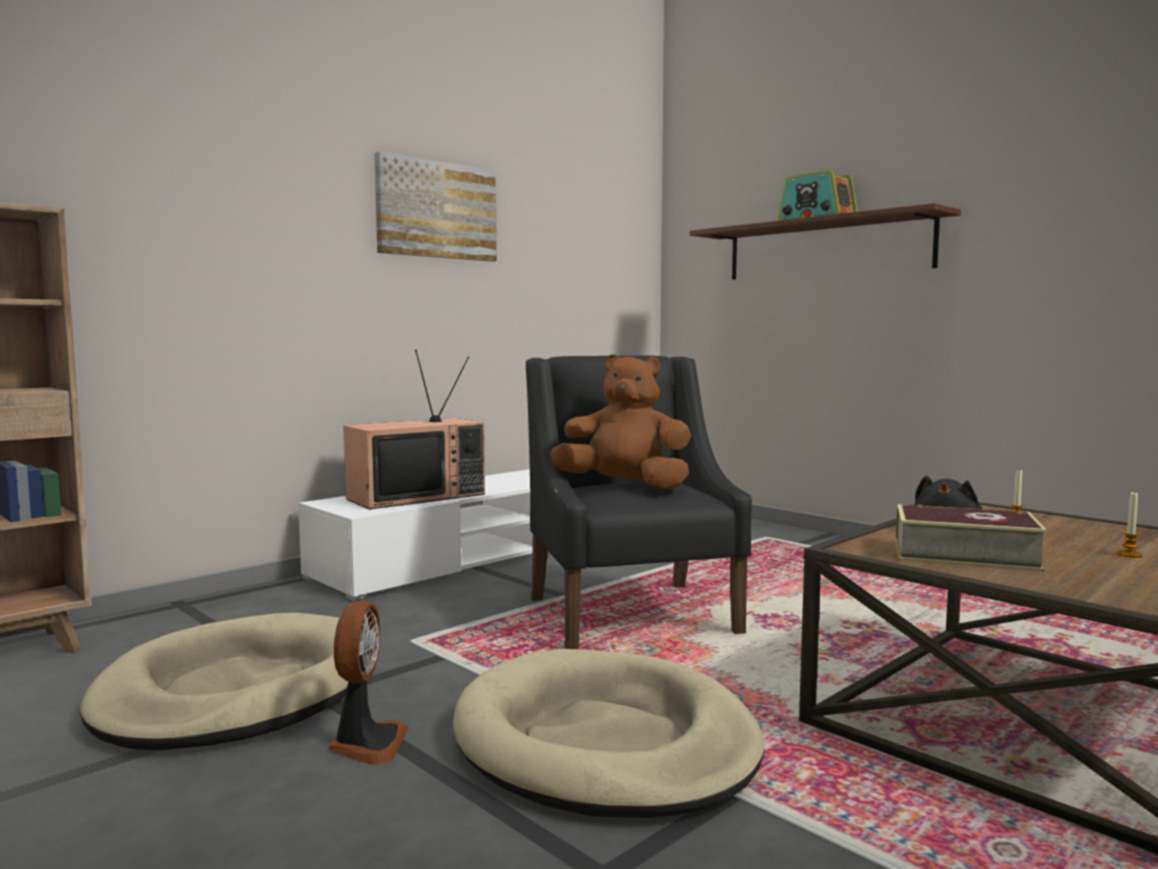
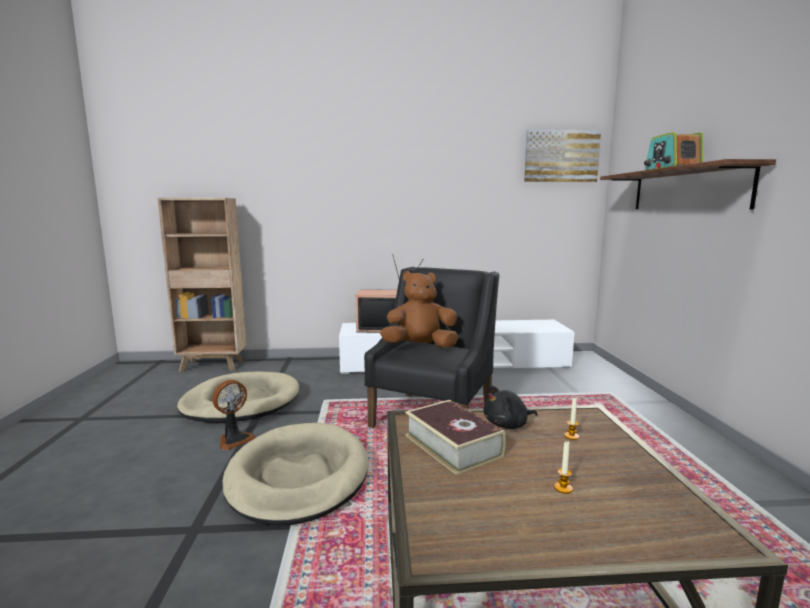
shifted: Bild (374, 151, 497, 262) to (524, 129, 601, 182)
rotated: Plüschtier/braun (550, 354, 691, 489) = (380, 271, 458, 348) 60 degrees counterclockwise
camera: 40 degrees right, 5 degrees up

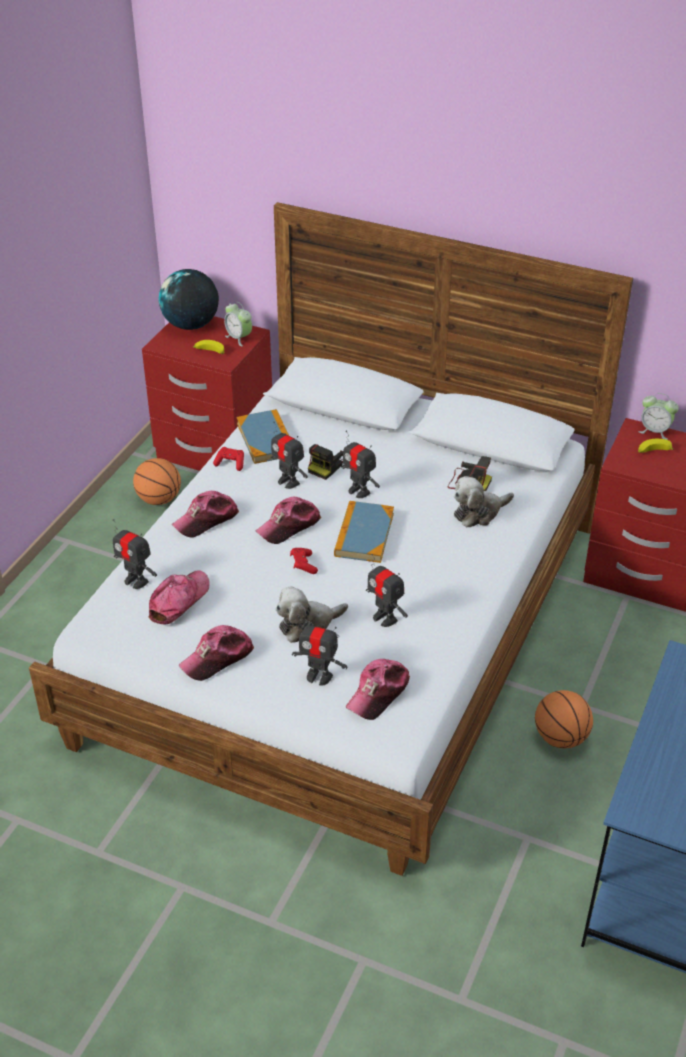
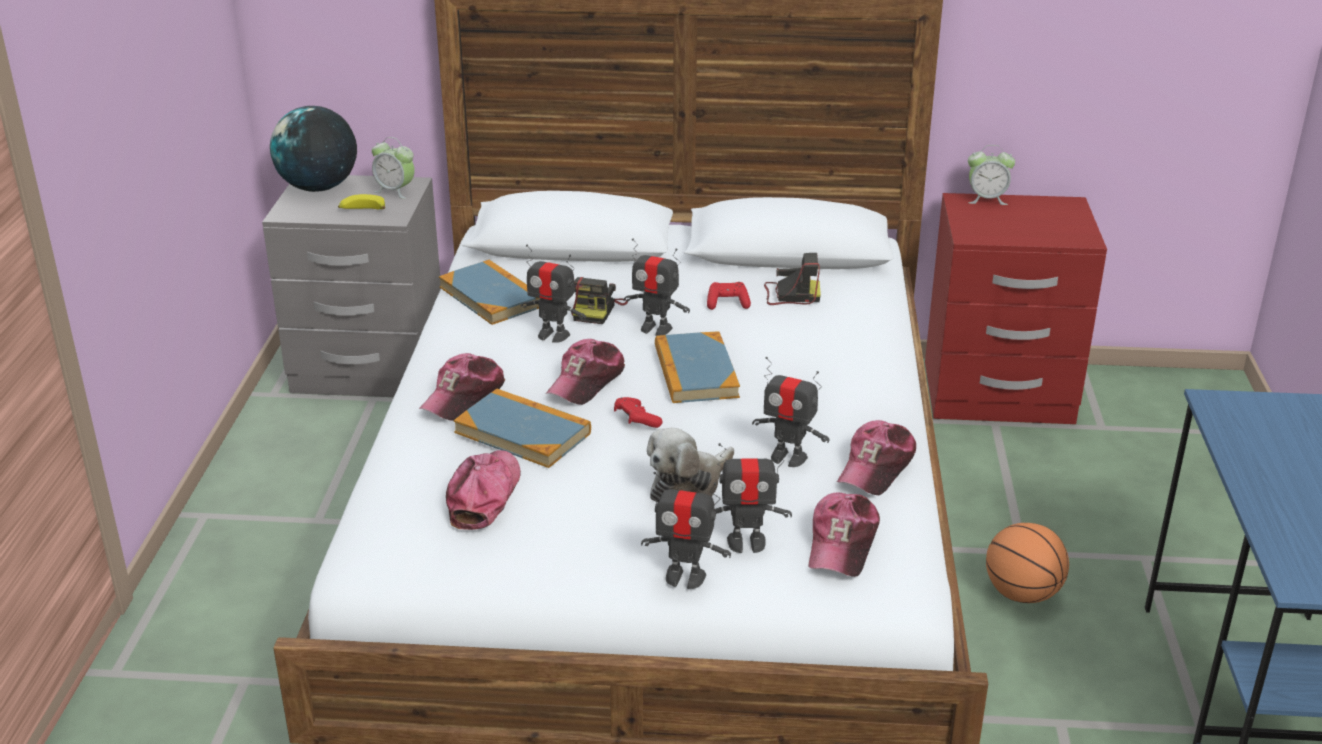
gone: Basketball (133, 458, 181, 505); Plüschtier (454, 476, 514, 527); Banane (638, 439, 674, 453)
new: Buch (453, 389, 591, 468)
shifted: Spielzeugroboter (113, 519, 157, 589) to (641, 472, 731, 589); Kappe (179, 625, 254, 681) to (837, 420, 916, 495); Gamepad/rot (213, 447, 244, 471) to (707, 282, 751, 310)
repainted: Nachttisch/rot (142, 316, 272, 471) to Nachttisch/grau (262, 175, 441, 397)
camera: 20 degrees left, 10 degrees down

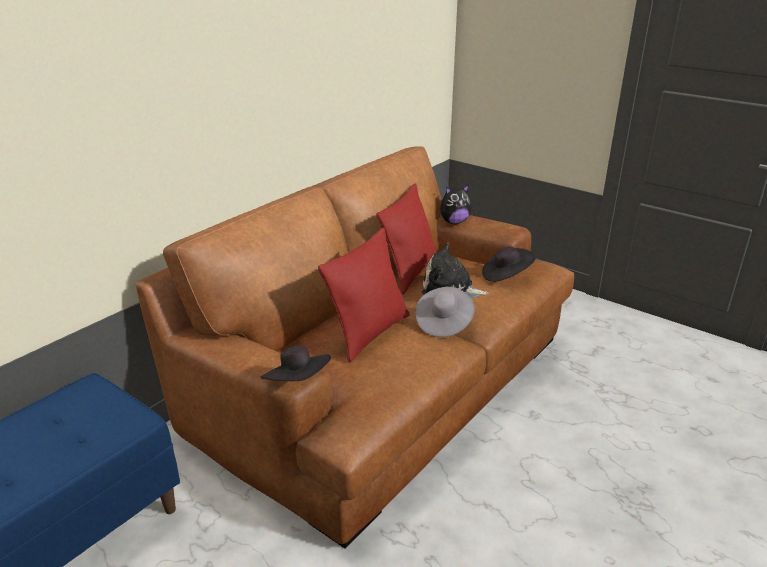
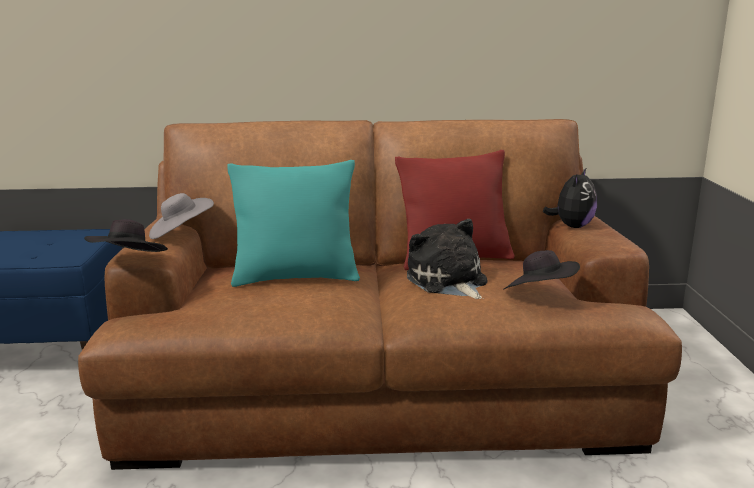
shifted: Hut/grau (416, 287, 475, 337) to (149, 193, 214, 239)
repainted: Kissen/rot (318, 228, 410, 363) to Kissen/türkis (227, 160, 360, 287)
rotated: Plüschtier (440, 184, 472, 224) = (543, 167, 597, 228) 90 degrees counterclockwise
camera: 50 degrees right, 10 degrees down

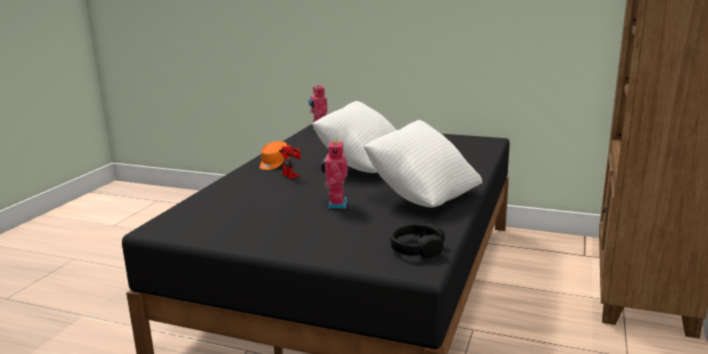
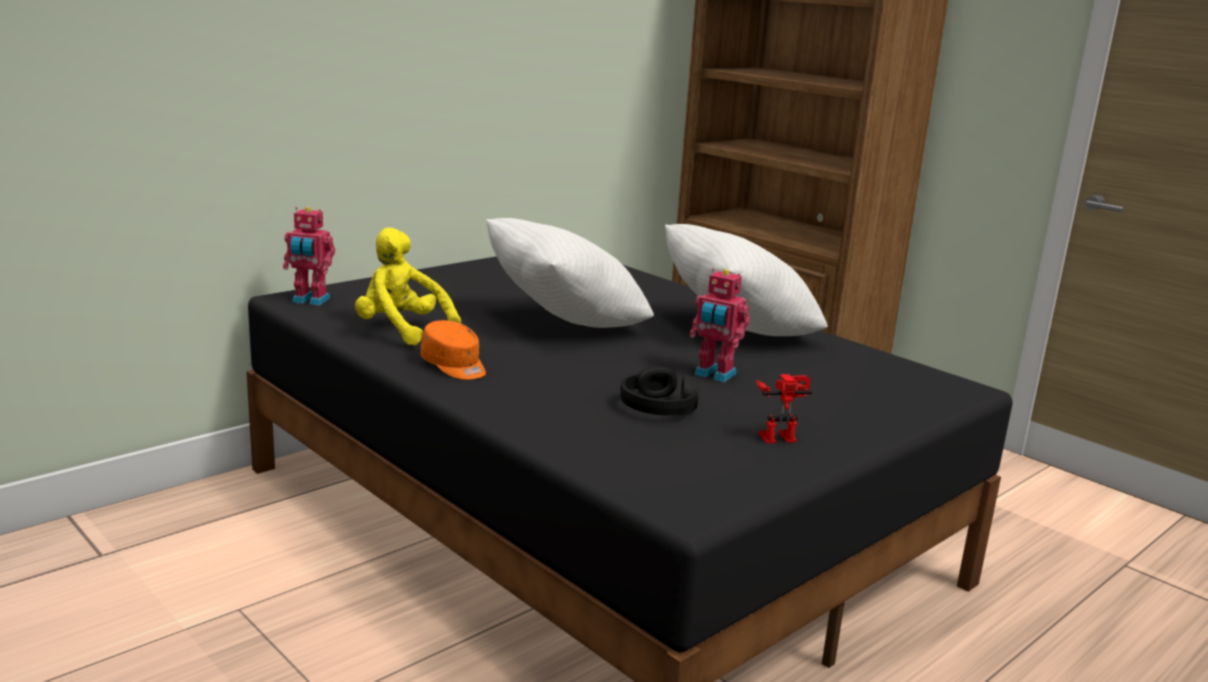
new: Plüschtier/gelb (355, 227, 461, 346)
shifted: Spielzeugroboter (279, 145, 301, 179) to (756, 374, 812, 443); Kopfhörer/schwarz (391, 223, 445, 258) to (621, 366, 699, 415)
camera: 65 degrees left, 0 degrees up

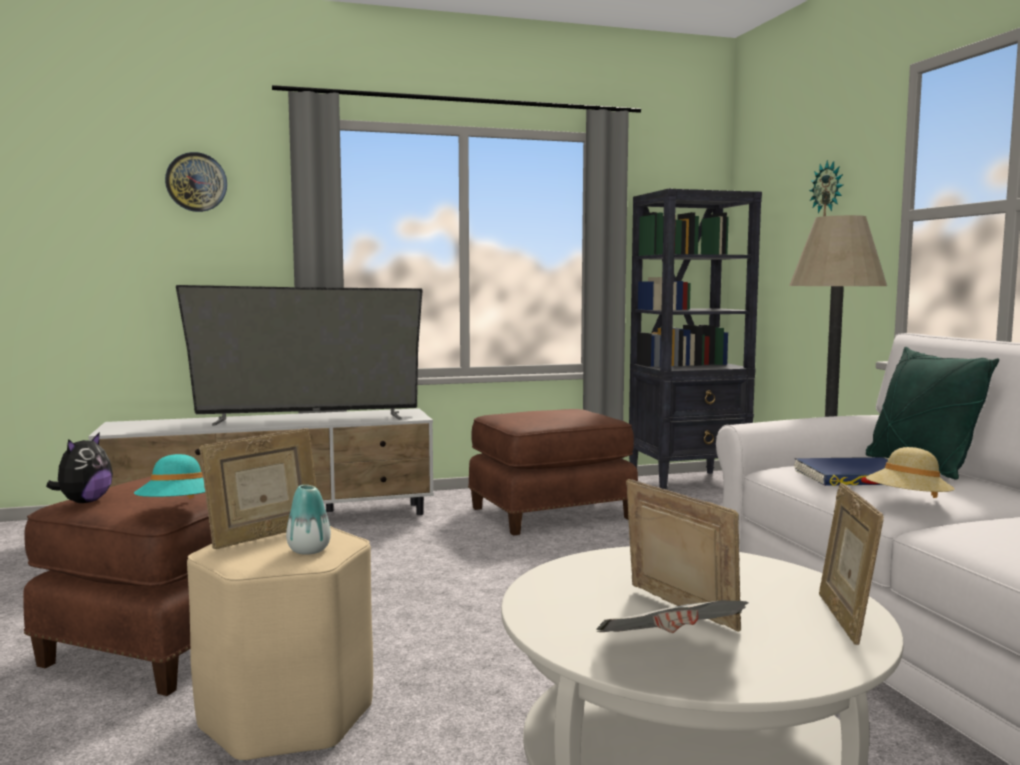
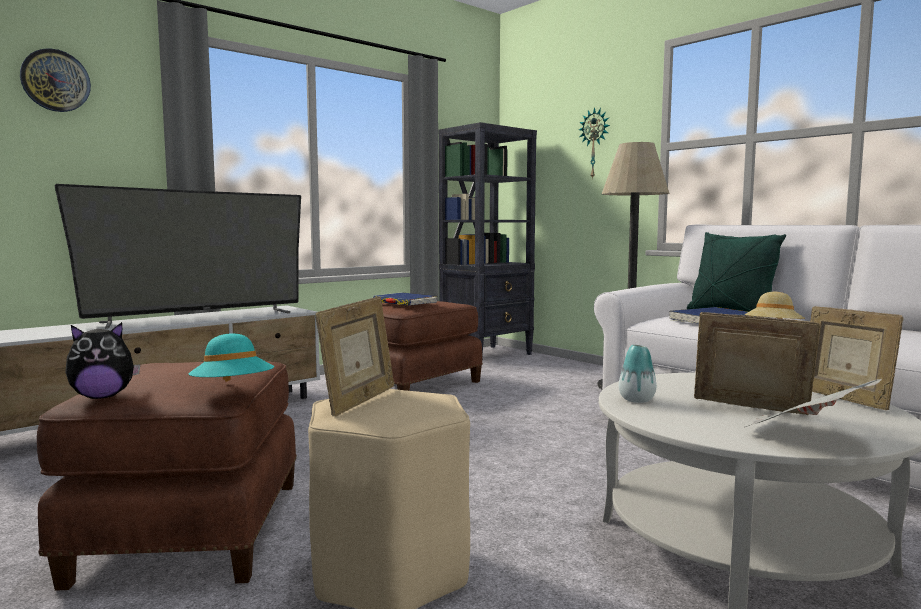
new: Buch/blau (373, 292, 437, 306)
shifted: Vase (286, 485, 331, 555) to (619, 345, 656, 403)
rotated: Plüschtier (46, 432, 113, 503) = (65, 322, 140, 399) 75 degrees clockwise
camera: 25 degrees left, 0 degrees up

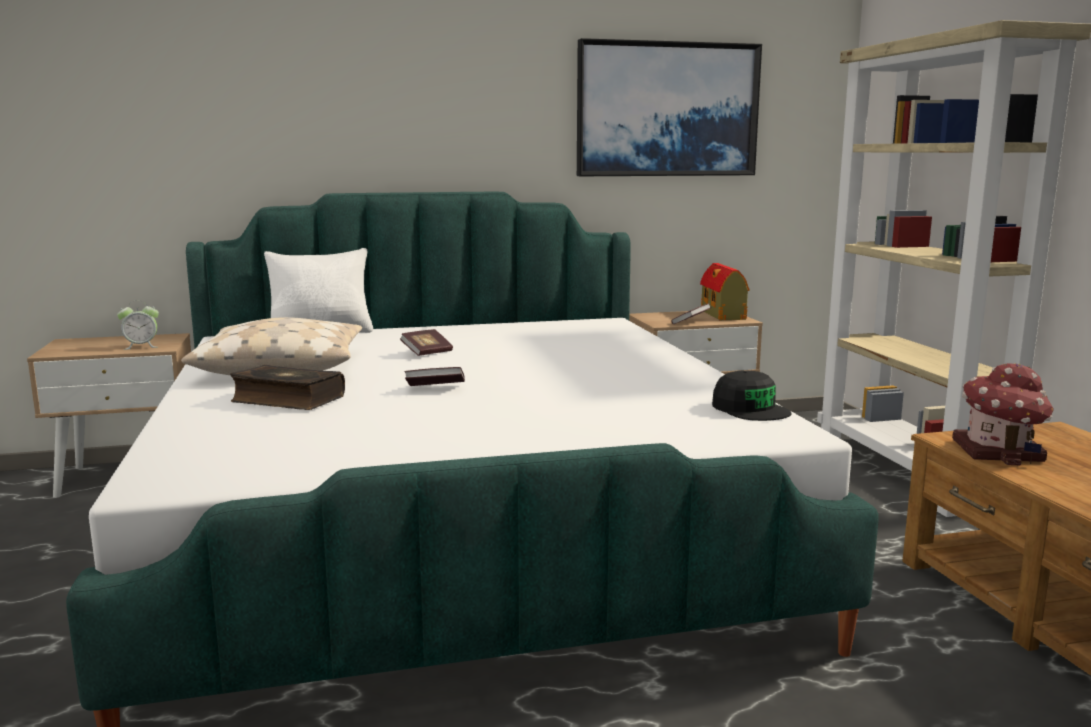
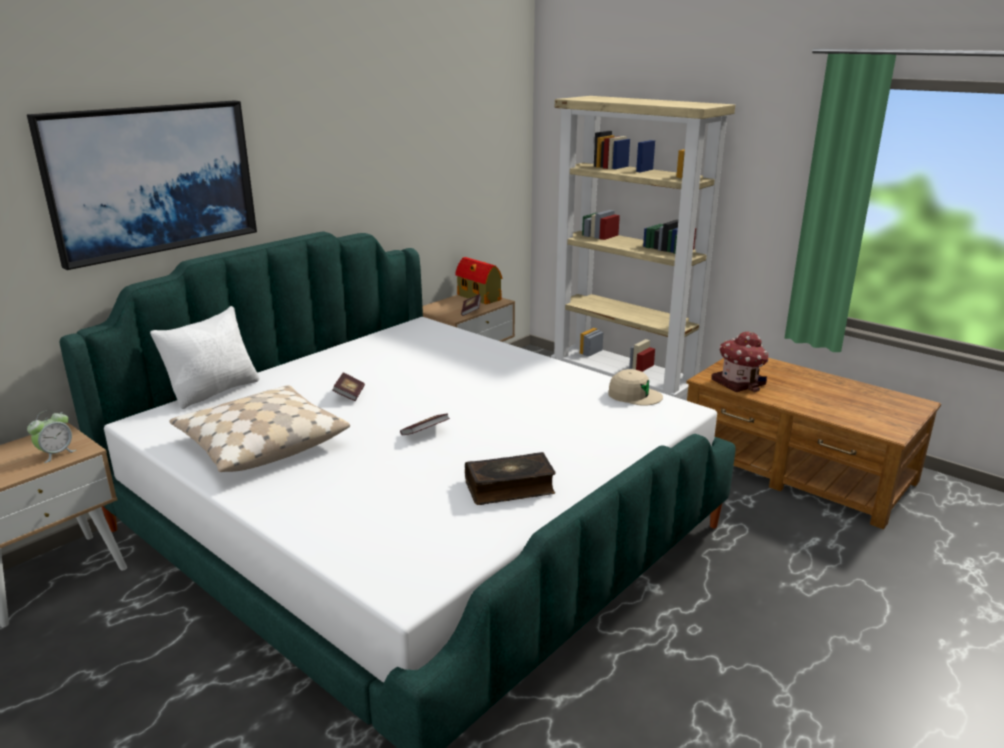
shifted: Buch (230, 365, 345, 410) to (465, 452, 556, 505); Bild (577, 38, 762, 176) to (27, 101, 257, 270)
repainted: Kappe/schwarz (712, 370, 792, 421) to Kappe/beige (608, 369, 663, 406)
camera: 35 degrees left, 10 degrees up

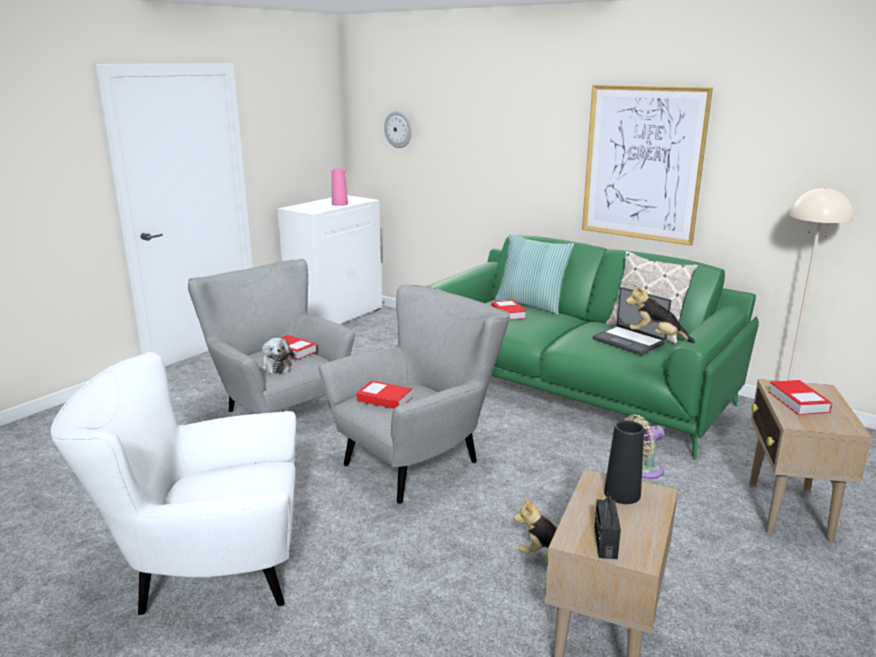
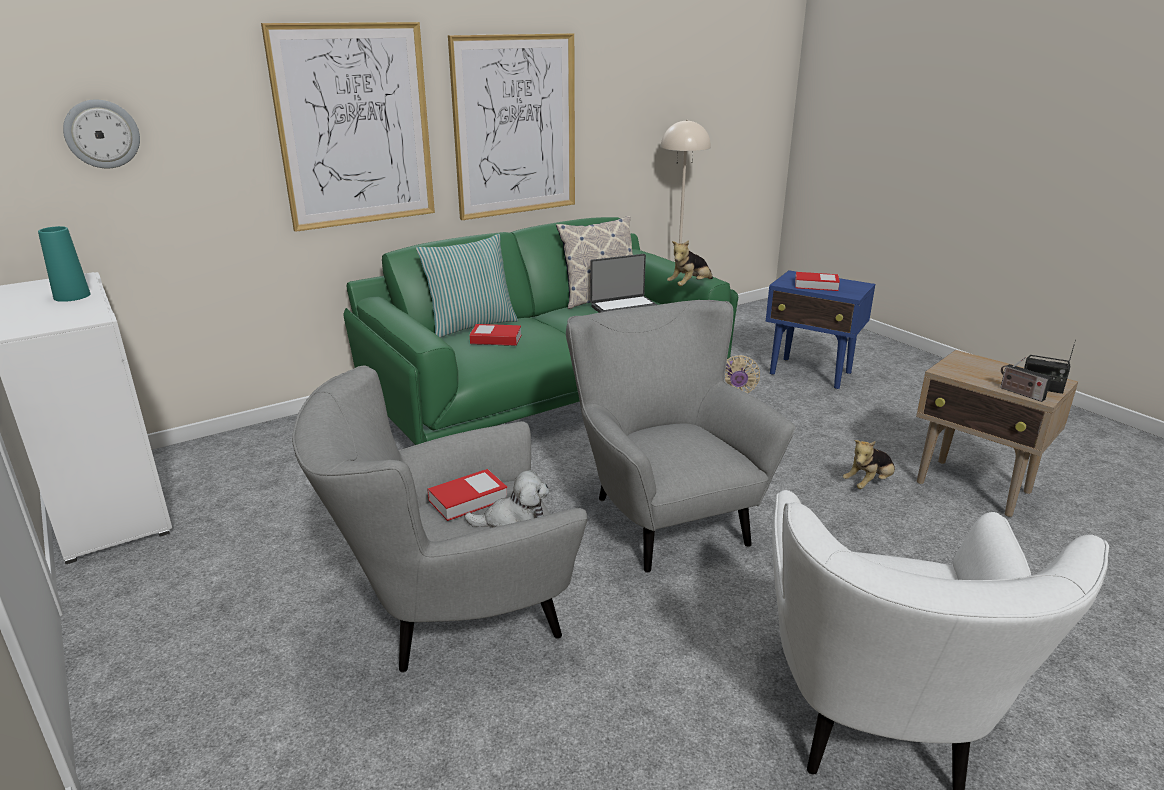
gone: Buch (356, 380, 412, 409); Vase/schwarz (604, 420, 644, 504)
new: Bild (261, 22, 435, 232); Radio (1000, 357, 1052, 402)
repainted: Vase/rosa (332, 169, 348, 206) to Vase/türkis (38, 226, 90, 302); Beistelltisch/beige (749, 379, 872, 541) to Beistelltisch/blau (766, 270, 875, 389)
camera: 70 degrees left, 5 degrees up

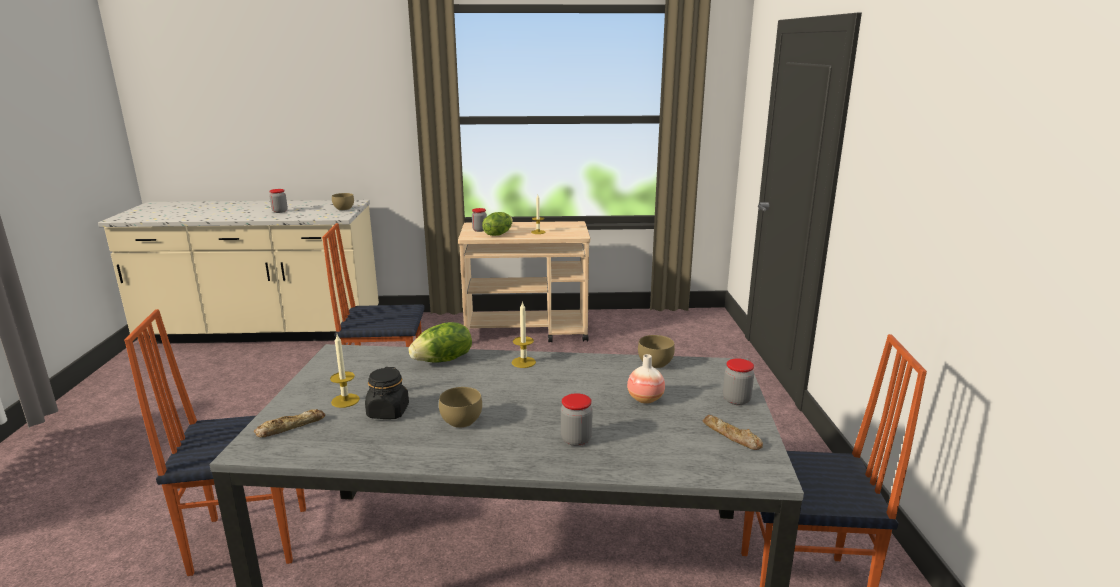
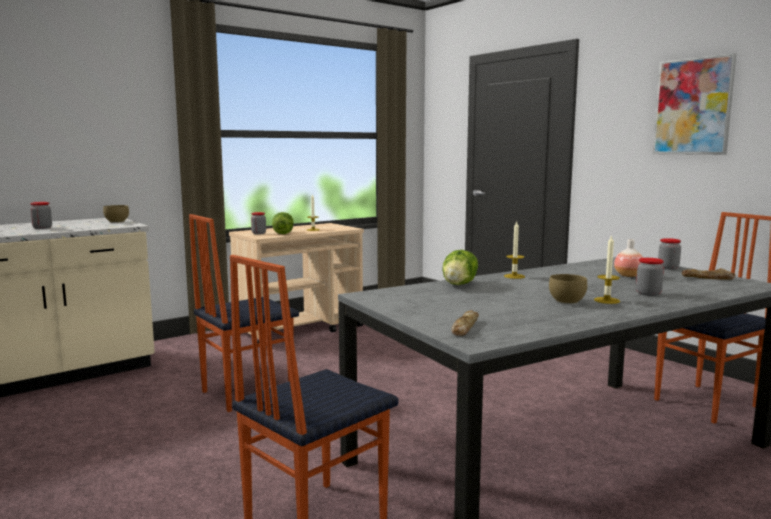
gone: Vorratsglas/schwarz (365, 367, 409, 419); Schüssel/braun (638, 335, 675, 369)
new: Bild (653, 53, 736, 155)
shifted: Kerze (330, 335, 360, 408) to (594, 235, 620, 304)
camera: 35 degrees left, 10 degrees down

